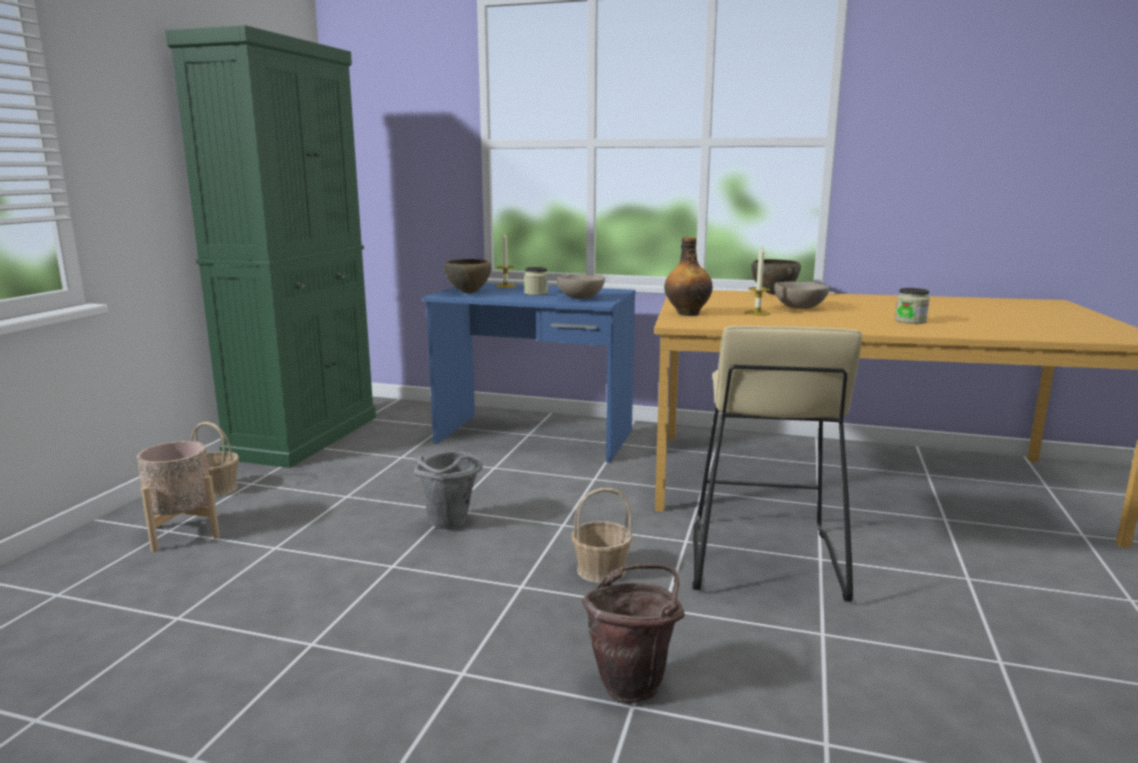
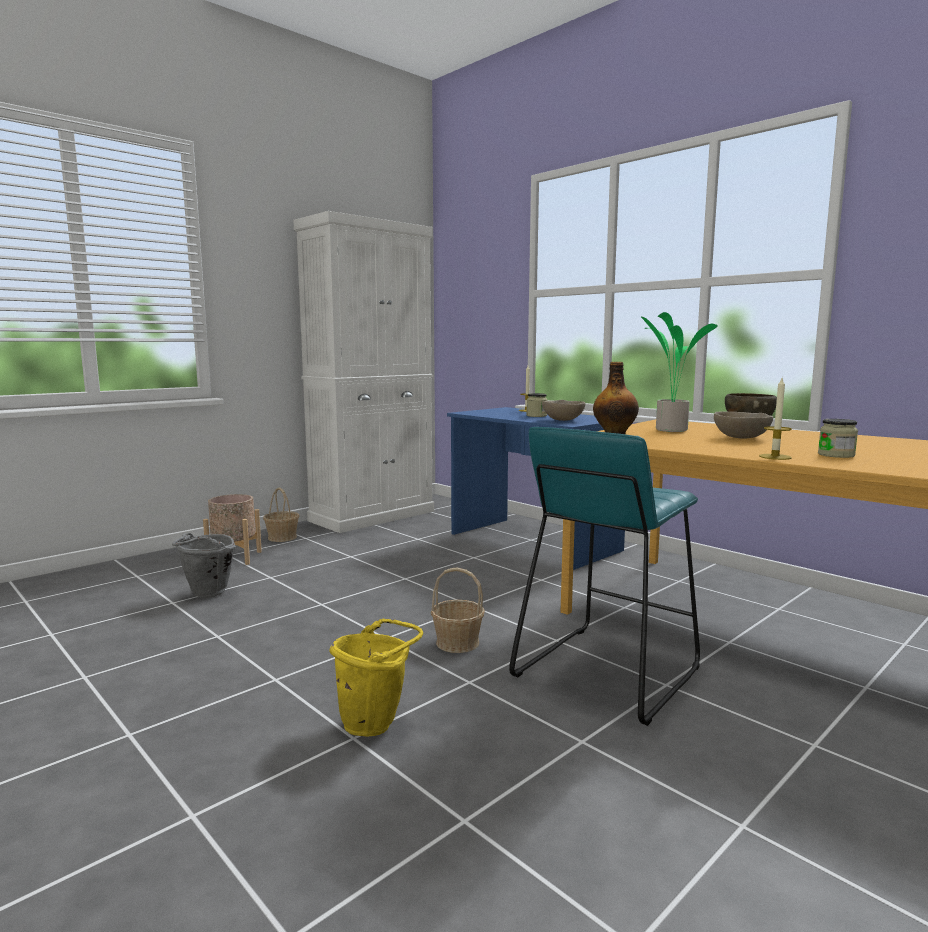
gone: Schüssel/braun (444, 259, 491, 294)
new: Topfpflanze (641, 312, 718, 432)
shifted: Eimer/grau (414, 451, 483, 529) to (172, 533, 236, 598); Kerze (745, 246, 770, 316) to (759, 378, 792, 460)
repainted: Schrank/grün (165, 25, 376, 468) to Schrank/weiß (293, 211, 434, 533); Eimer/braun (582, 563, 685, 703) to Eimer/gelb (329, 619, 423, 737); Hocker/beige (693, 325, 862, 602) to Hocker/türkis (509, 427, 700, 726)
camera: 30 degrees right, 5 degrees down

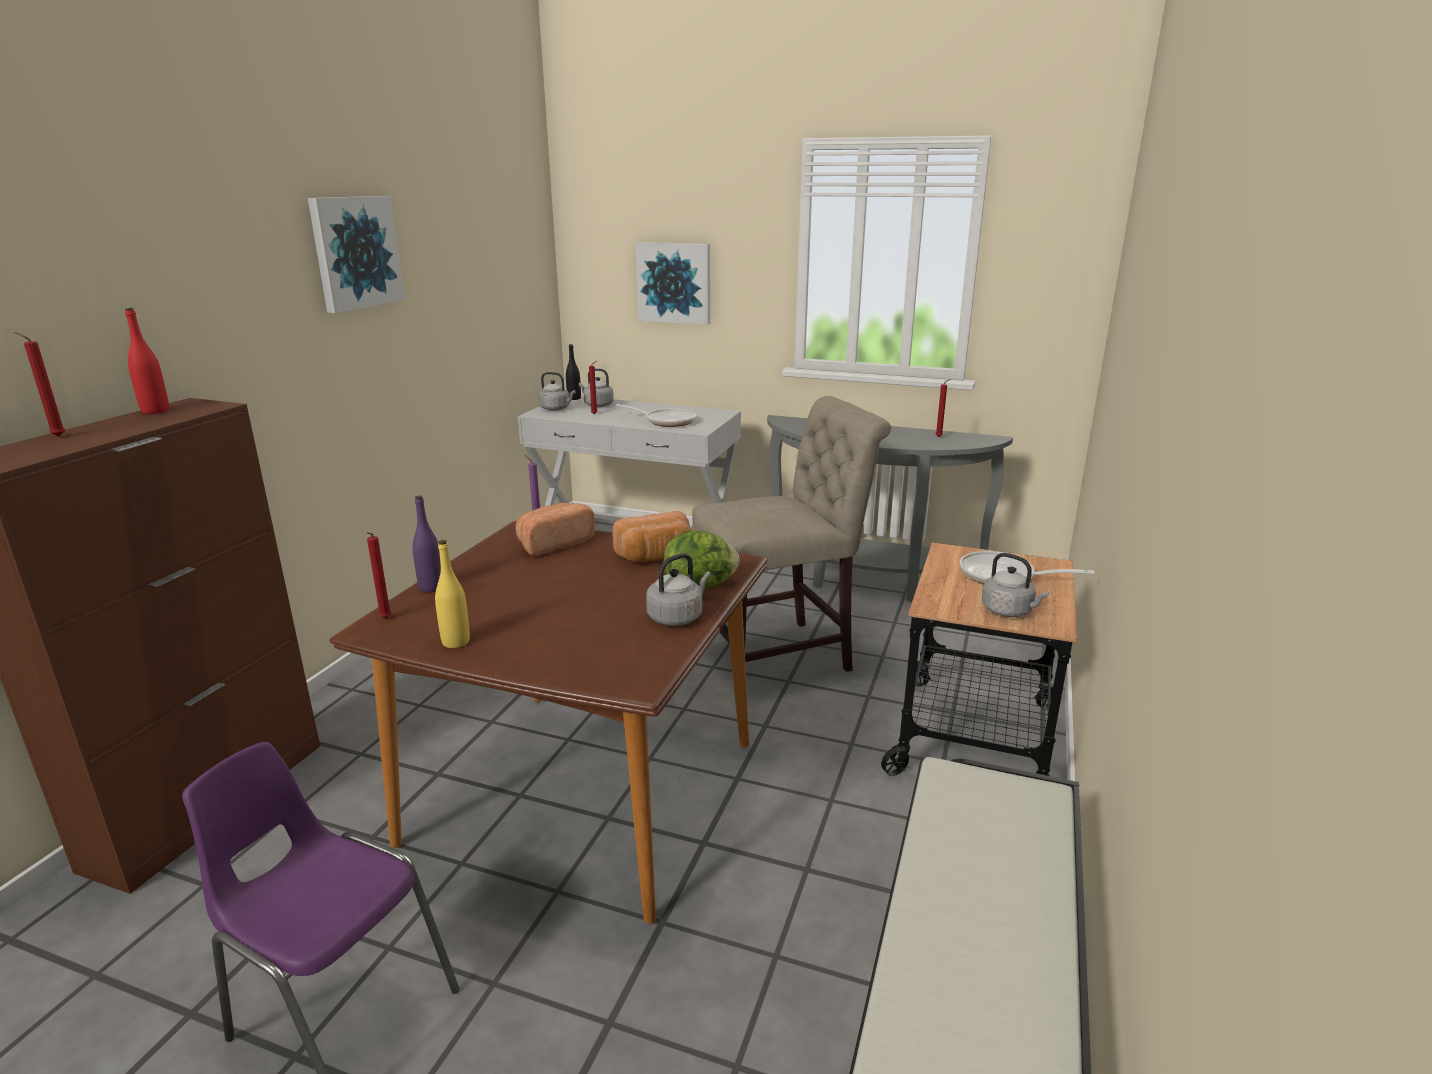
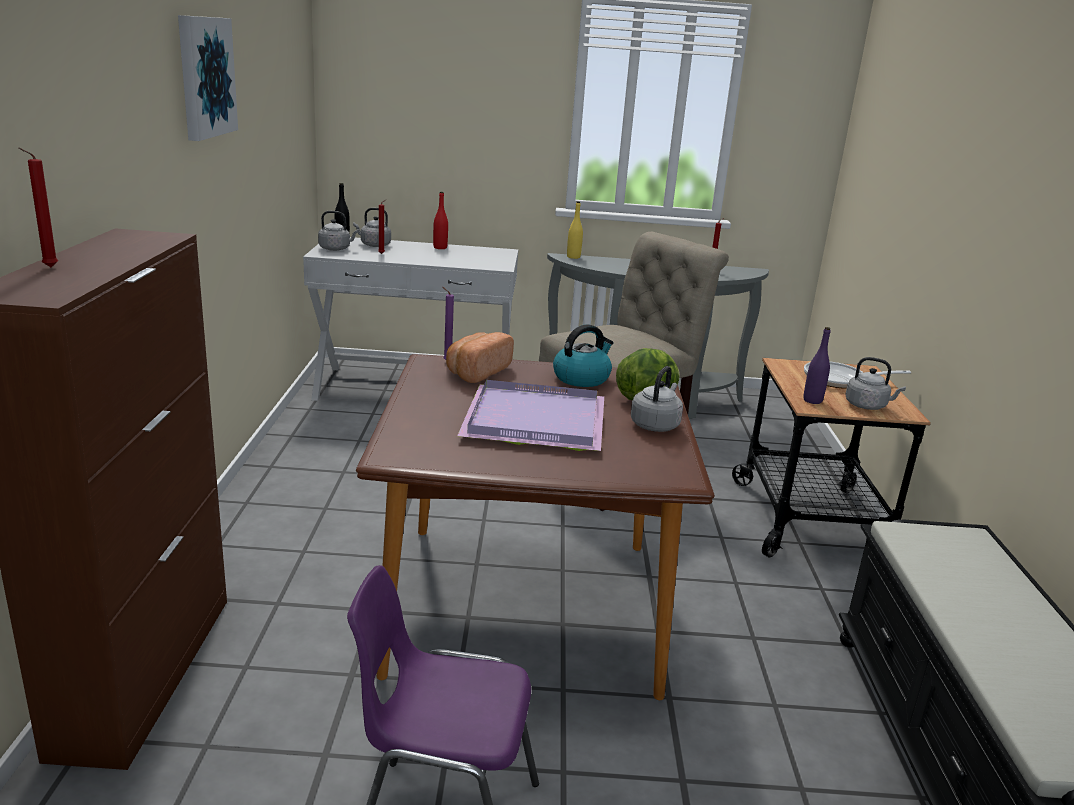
gone: Kerze/rot (367, 532, 391, 619); Pfanne (616, 404, 696, 427); Bild (636, 242, 710, 325)
new: Tablett/lila (457, 380, 604, 451)
shifted: Flasche/rot (125, 308, 169, 414) to (433, 192, 448, 249); Flasche/lila (413, 496, 441, 592) to (803, 327, 831, 404); Flasche/gelb (435, 540, 470, 648) to (567, 201, 583, 259)
swapped: Brot (612, 511, 691, 562) to Wasserkessel (553, 324, 613, 387)
camera: 20 degrees left, 0 degrees up

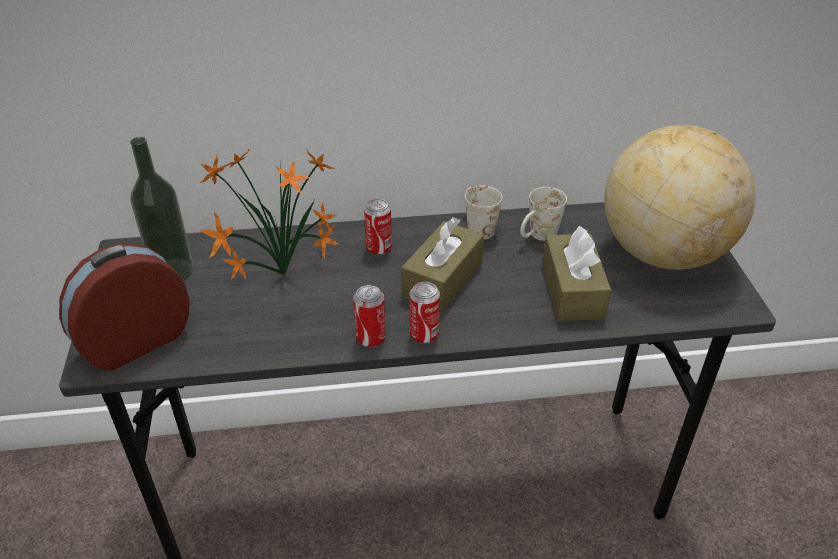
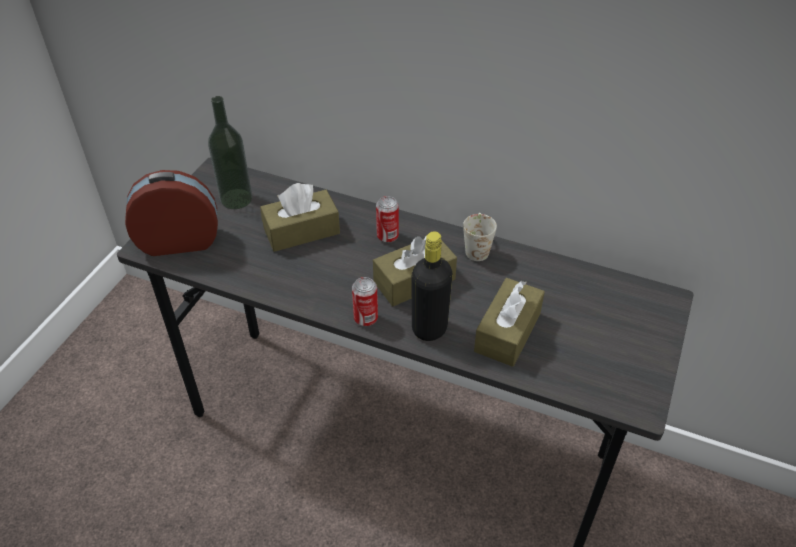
gone: Dose (353, 285, 386, 348); Henkelbecher/weiß (520, 187, 567, 241); Globus (604, 125, 756, 270)
new: Flasche/schwarz (412, 231, 452, 341)
swapped: Topfpflanze (200, 148, 338, 279) to Taschentuchbox/braun (260, 183, 340, 252)
camera: 30 degrees right, 5 degrees up

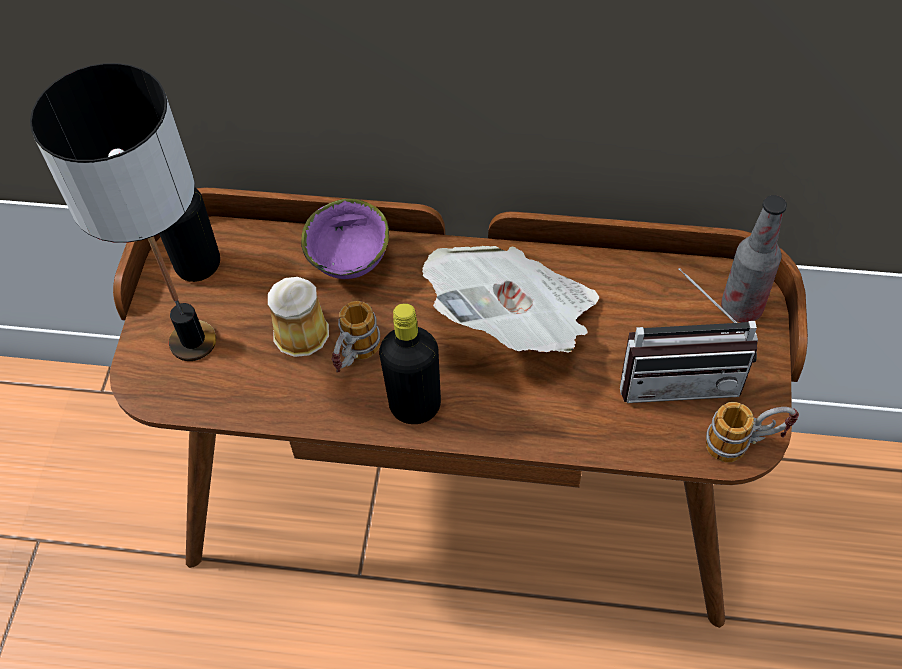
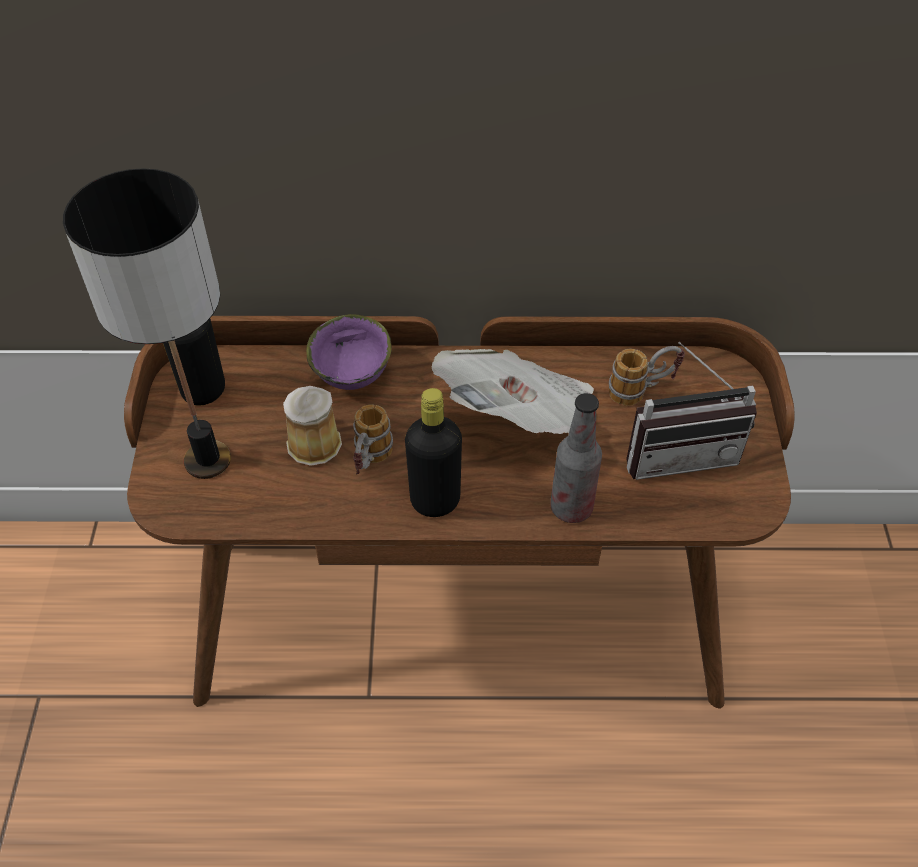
shifted: Henkelbecher (706, 402, 799, 462) to (609, 346, 685, 406); Flasche (721, 195, 787, 323) to (550, 393, 602, 523)
camera: 10 degrees left, 5 degrees down

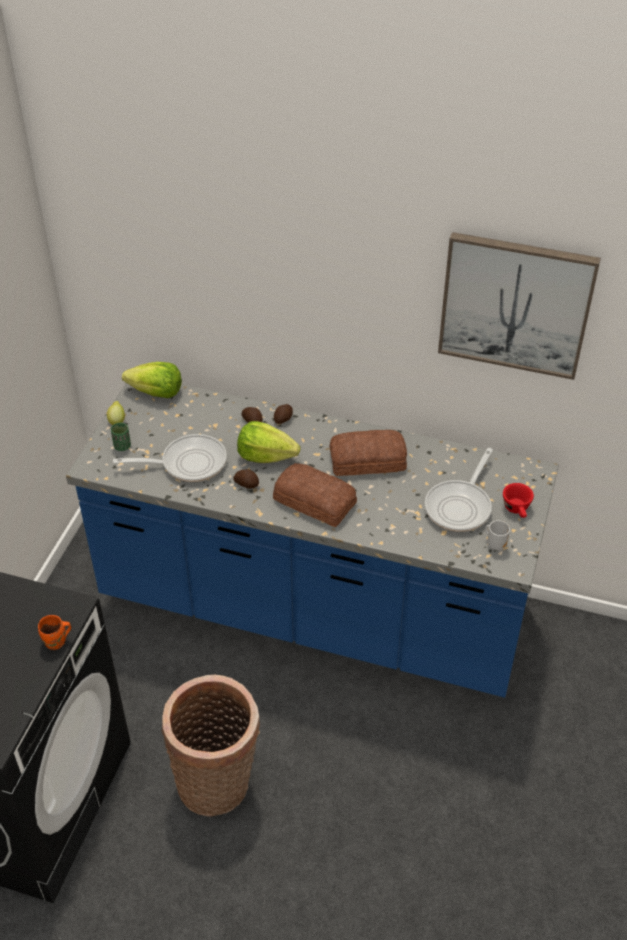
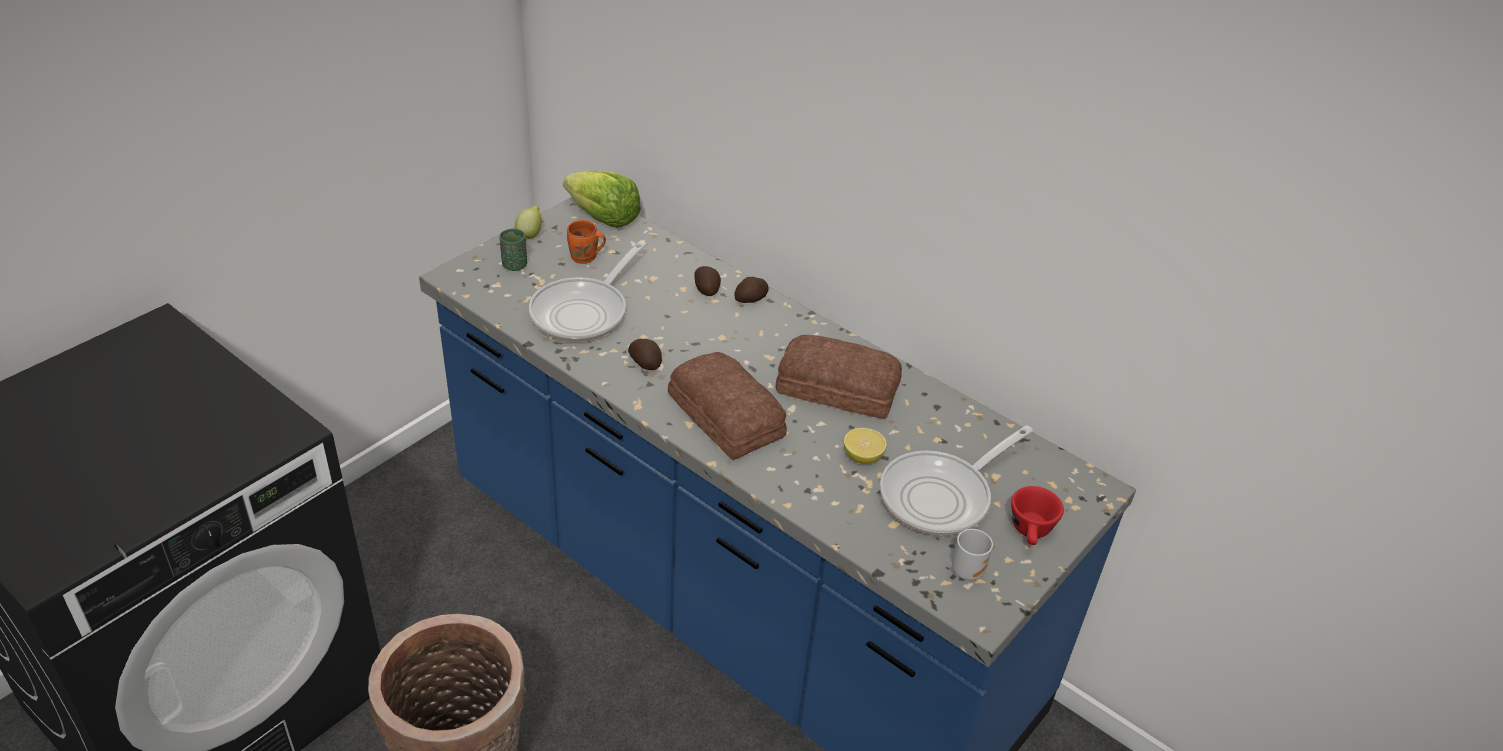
gone: Salatkopf (237, 421, 301, 463); Bild (438, 232, 601, 380)
new: Zitrone (844, 428, 887, 463)
shifted: Henkelbecher/orange (38, 615, 71, 650) to (567, 220, 606, 264)
rotated: Pfanne (113, 434, 227, 482) = (529, 241, 646, 342) 105 degrees clockwise
camera: 20 degrees right, 5 degrees down

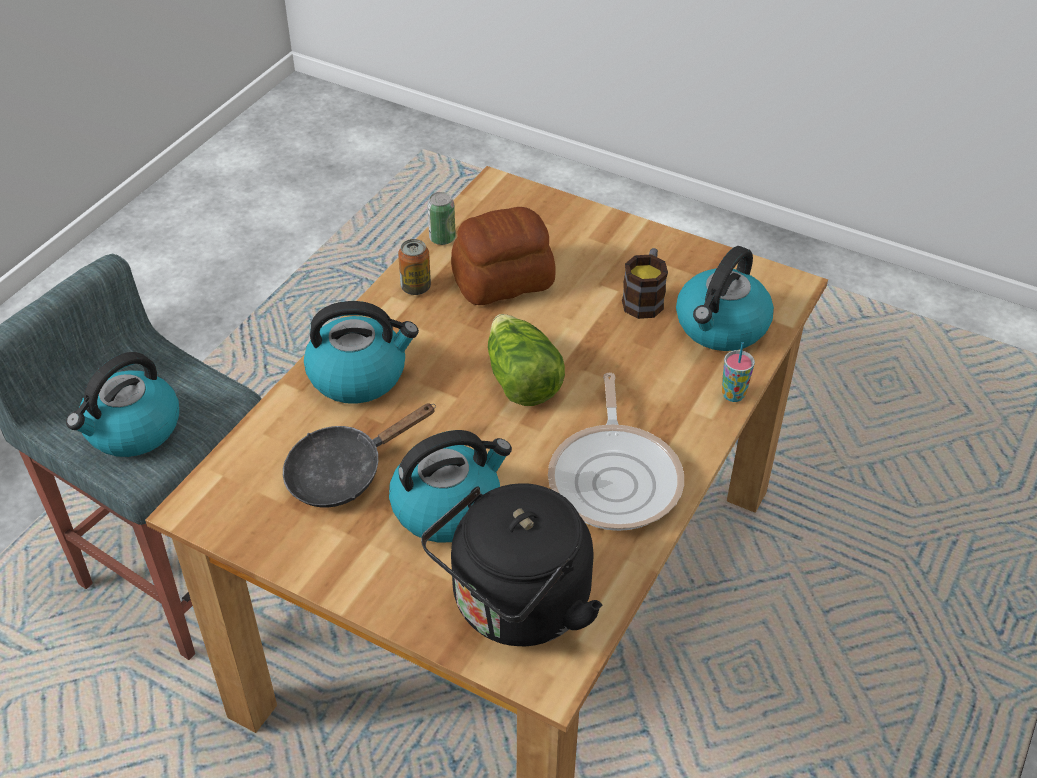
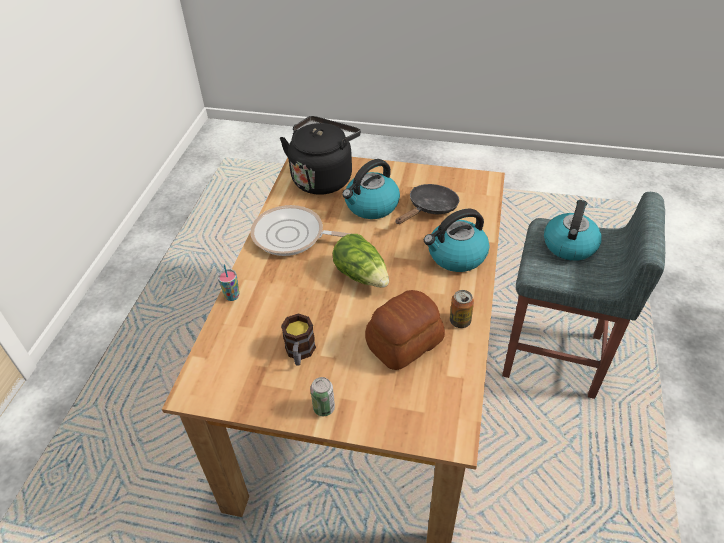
gone: Wasserkessel (676, 246, 774, 351)
shifted: Dose (427, 192, 456, 245) to (310, 377, 335, 416)
rotated: Pfanne (548, 373, 684, 531) = (250, 205, 351, 256) 60 degrees counterclockwise
camera: 165 degrees right, 0 degrees up

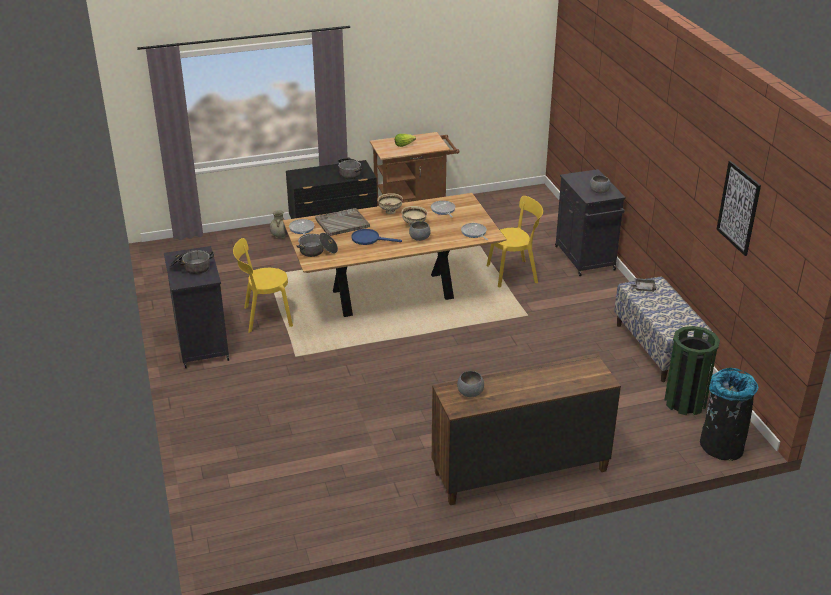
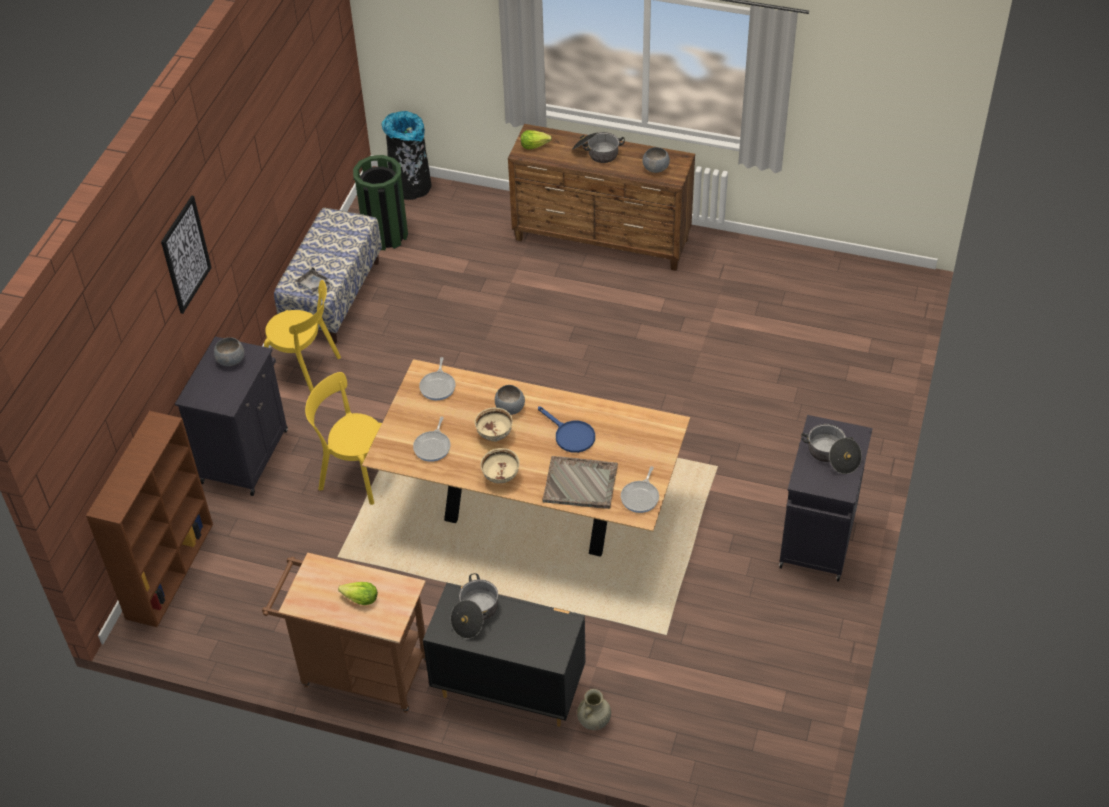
new: Bücherregal/braun (86, 411, 213, 627); Salatkopf (521, 130, 552, 149)
shifted: Stuhl/gelb (233, 238, 293, 333) to (264, 280, 341, 393); Kochtopf (296, 233, 338, 257) to (572, 132, 625, 163); Bild (716, 161, 761, 256) to (161, 196, 212, 314)
camera: 145 degrees left, 15 degrees up

